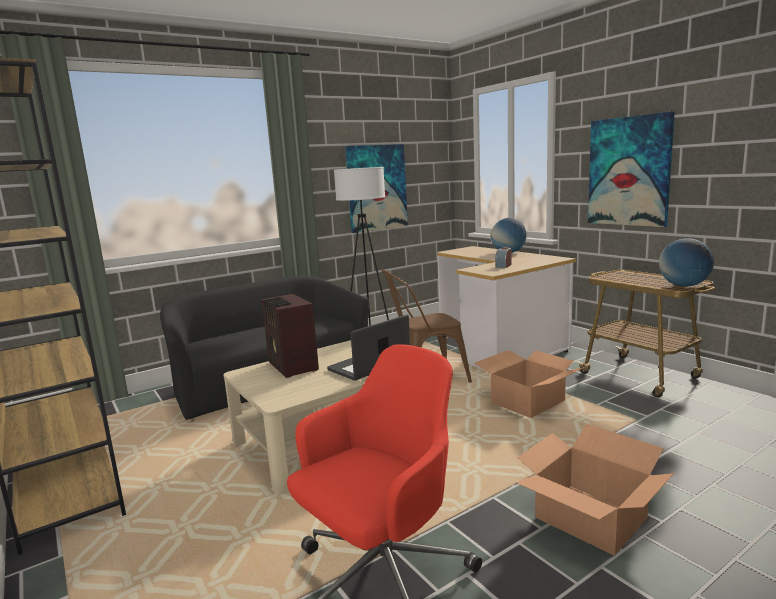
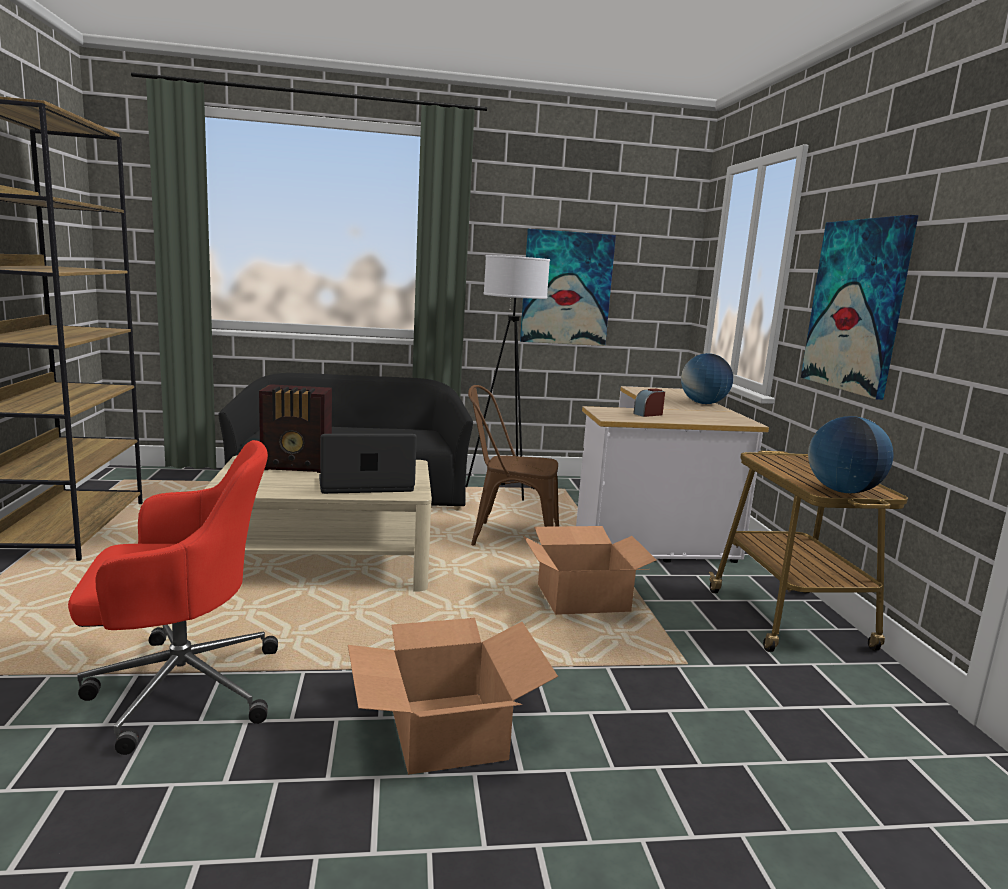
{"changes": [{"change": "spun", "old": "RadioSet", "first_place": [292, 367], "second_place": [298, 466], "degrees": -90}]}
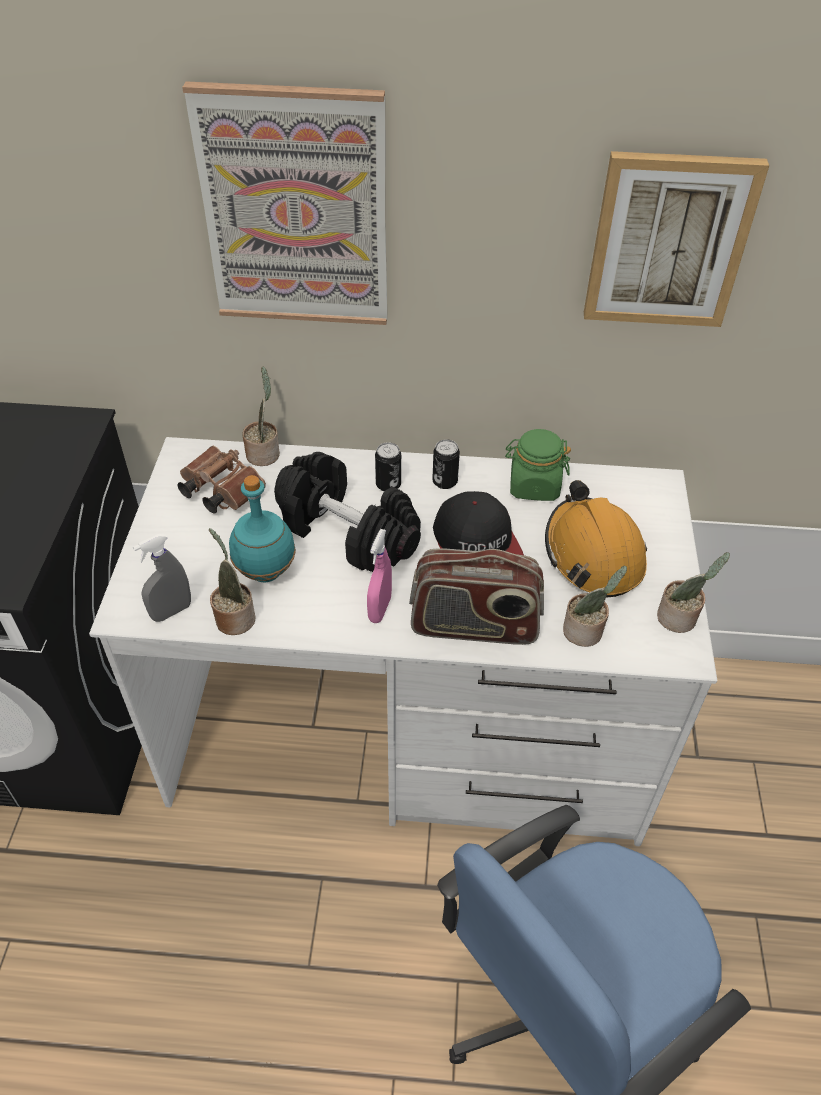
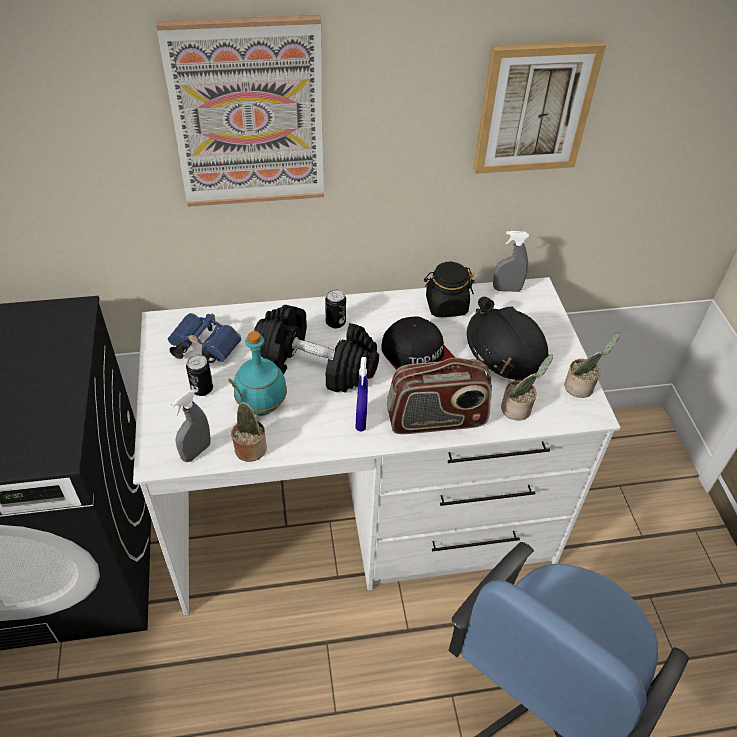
{"changes": [{"change": "missing", "old": "PlantInAPot", "first_place": [264, 453]}, {"change": "colour", "old": "GreenColouredStorageJar", "new": "BlackishStorageJar", "first_place": [534, 486], "second_place": [446, 306]}, {"change": "relocated", "old": "MetalCan", "first_place": [445, 481], "second_place": [202, 389]}, {"change": "colour", "old": "BrownPairOfBinoculars", "new": "BlueColouredPairOfBinoculars", "first_place": [219, 491], "second_place": [202, 348]}, {"change": "colour", "old": "OrangeColouredWorkHelmet", "new": "BlackishWorkHelmet", "first_place": [593, 553], "second_place": [505, 350]}, {"change": "colour", "old": "PinkSprayer", "new": "BlueColouredSprayer", "first_place": [380, 609], "second_place": [361, 420]}, {"change": "appeared", "new": "GreyishSprayer", "second_place": [506, 289]}]}
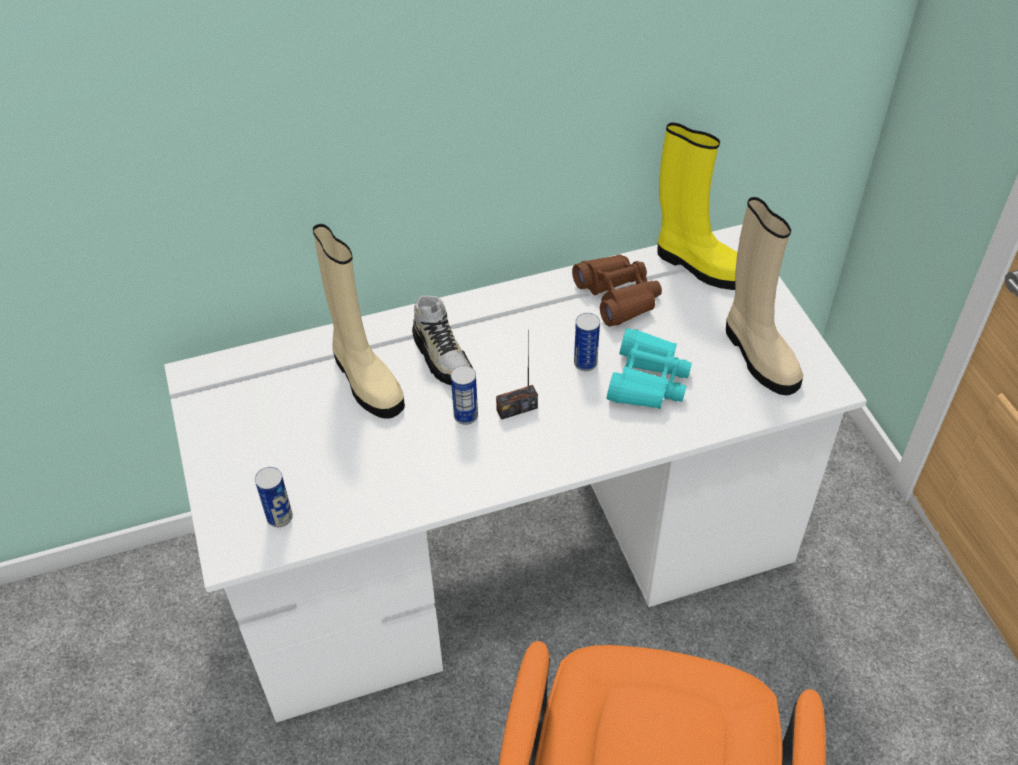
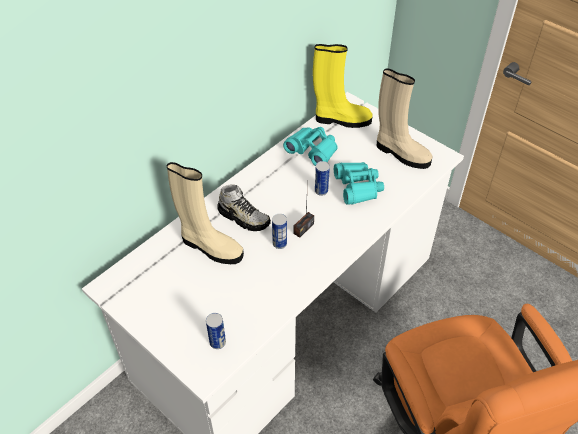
{"changes": [{"change": "colour", "old": "BrownPairOfBinoculars", "new": "TurquoisePairOfBinoculars", "first_place": [618, 296], "second_place": [312, 150]}]}
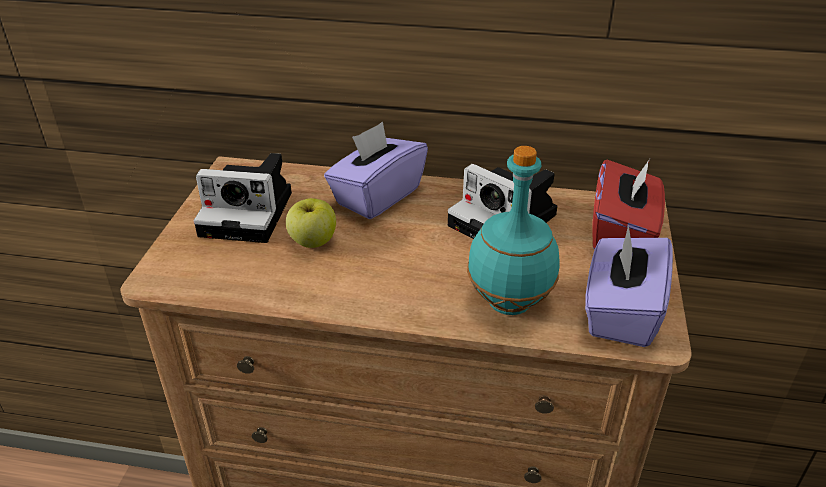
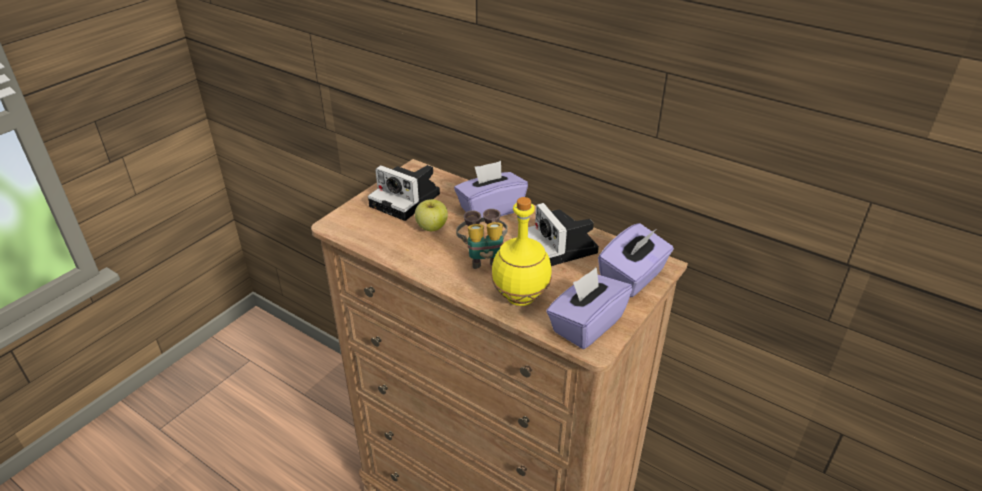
{"changes": [{"change": "colour", "old": "TurquoiseDrinkBottle", "new": "YellowDrinkBottle", "first_place": [509, 304], "second_place": [520, 298]}, {"change": "colour", "old": "RedColouredTissueBox", "new": "PurpleTissueBox", "first_place": [622, 233], "second_place": [633, 277]}, {"change": "appeared", "new": "PairOfBinoculars", "second_place": [483, 257]}]}
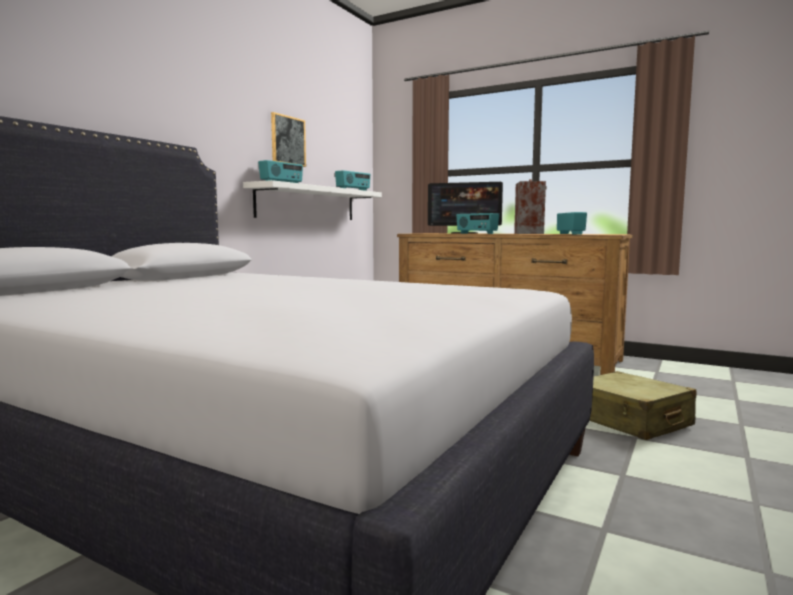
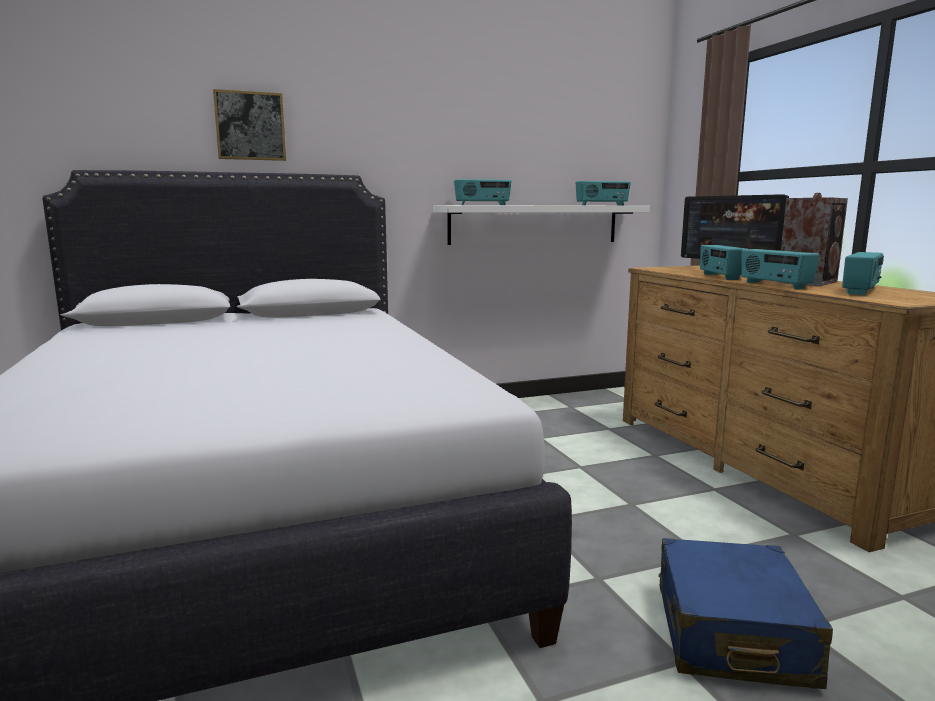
{"changes": [{"change": "relocated", "old": "Picture", "first_place": [288, 140], "second_place": [250, 126]}, {"change": "colour", "old": "BeigePieceOfLuggage", "new": "BlueColouredPieceOfLuggage", "first_place": [630, 421], "second_place": [731, 634]}, {"change": "appeared", "new": "RadioSet", "second_place": [774, 285]}]}
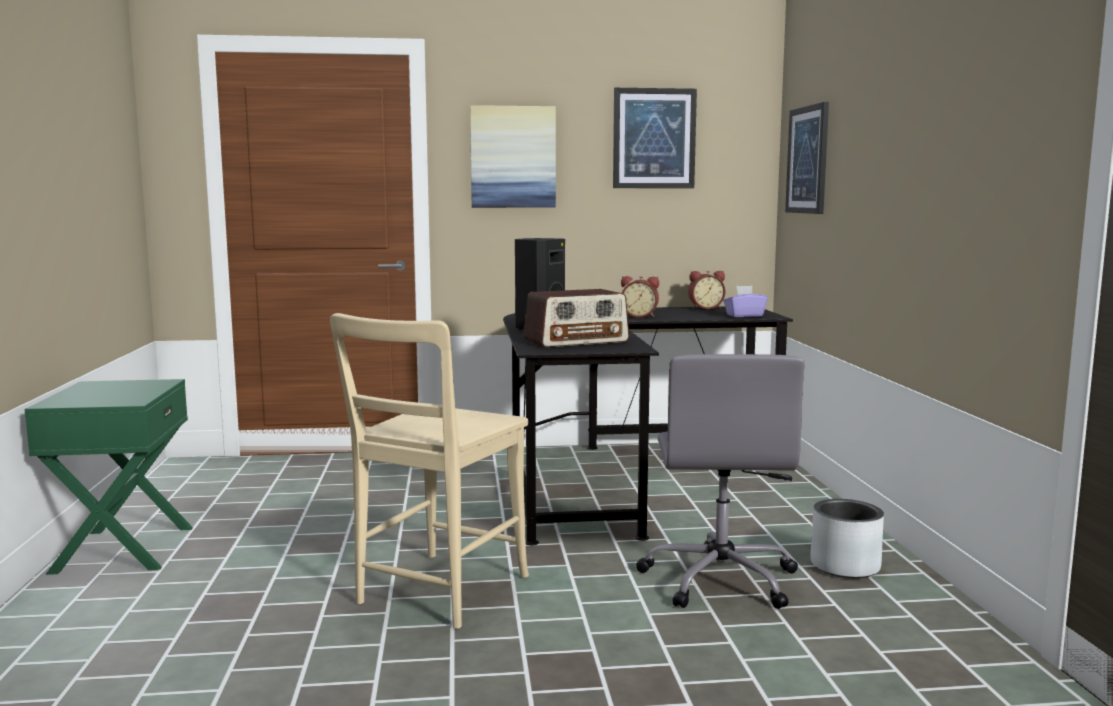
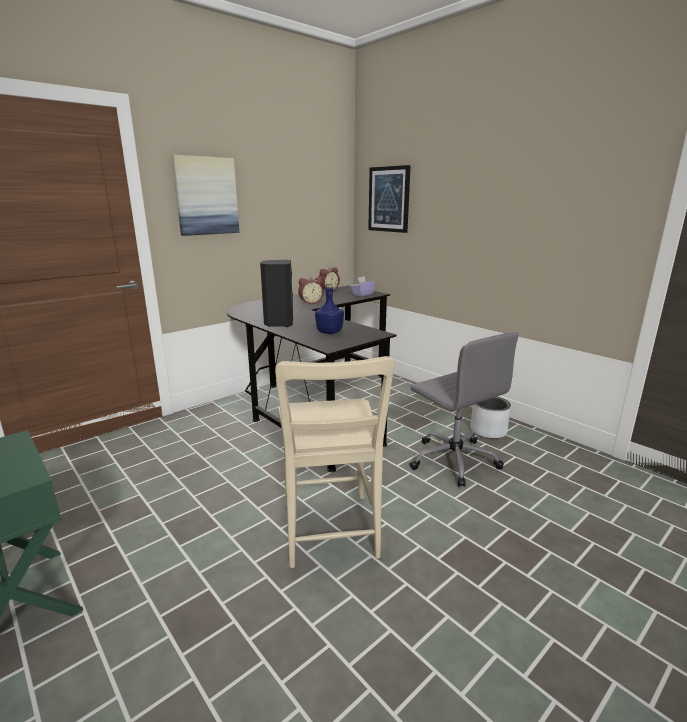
{"changes": [{"change": "missing", "old": "Picture", "first_place": [654, 138]}, {"change": "exchanged", "old": "RadioSet", "new": "BlueColouredDrinkBottle", "first_place": [576, 340], "second_place": [329, 332]}]}
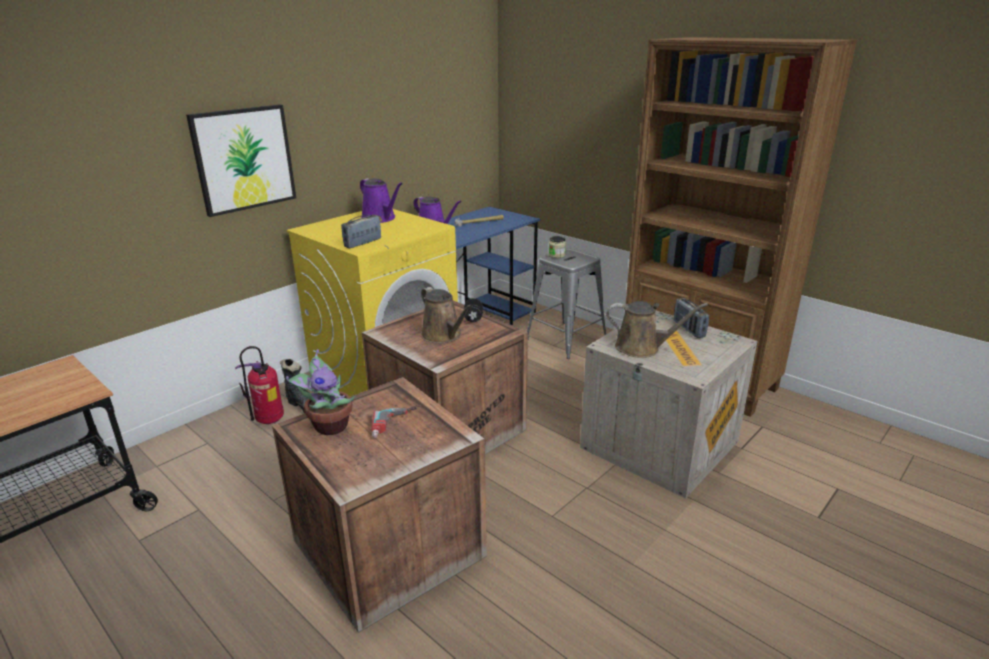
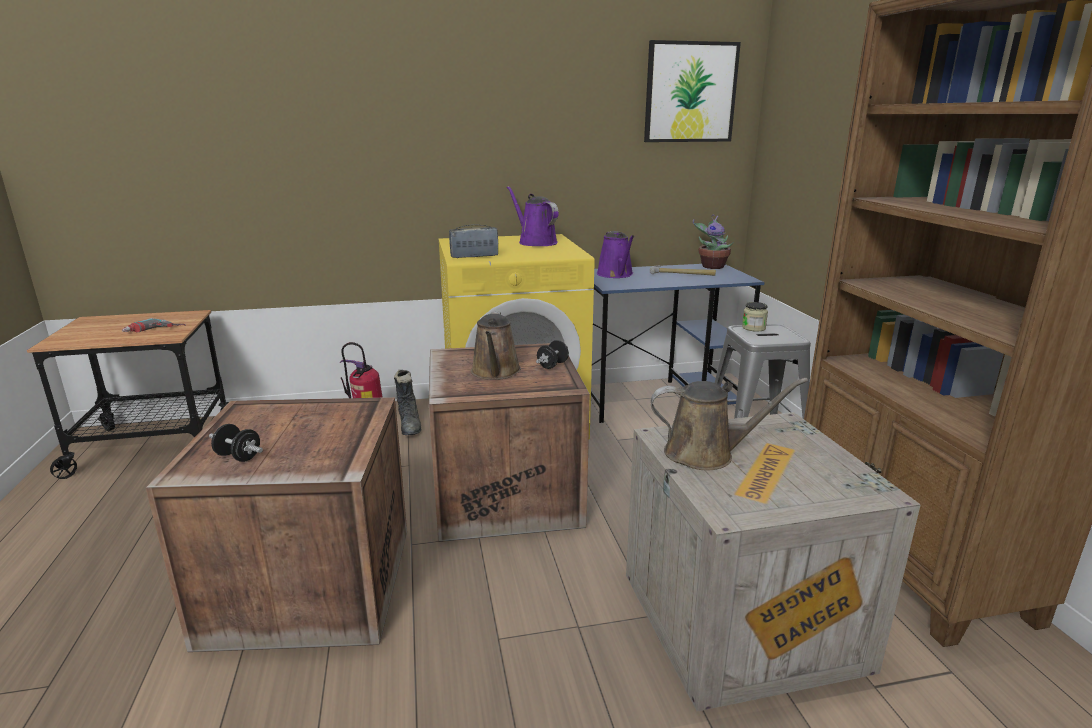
{"changes": [{"change": "relocated", "old": "Picture", "first_place": [244, 159], "second_place": [690, 92]}, {"change": "spun", "old": "PurpleWateringCan", "first_place": [380, 219], "second_place": [535, 242], "degrees": 150}, {"change": "missing", "old": "RadioSet", "first_place": [689, 329]}, {"change": "spun", "old": "BrownWateringCan", "first_place": [642, 348], "second_place": [706, 454], "degrees": -45}, {"change": "relocated", "old": "PlantInAPot", "first_place": [329, 426], "second_place": [711, 266]}, {"change": "relocated", "old": "PowerDrill", "first_place": [396, 424], "second_place": [154, 331]}, {"change": "appeared", "new": "BlackishFreeWeight", "second_place": [238, 457]}]}
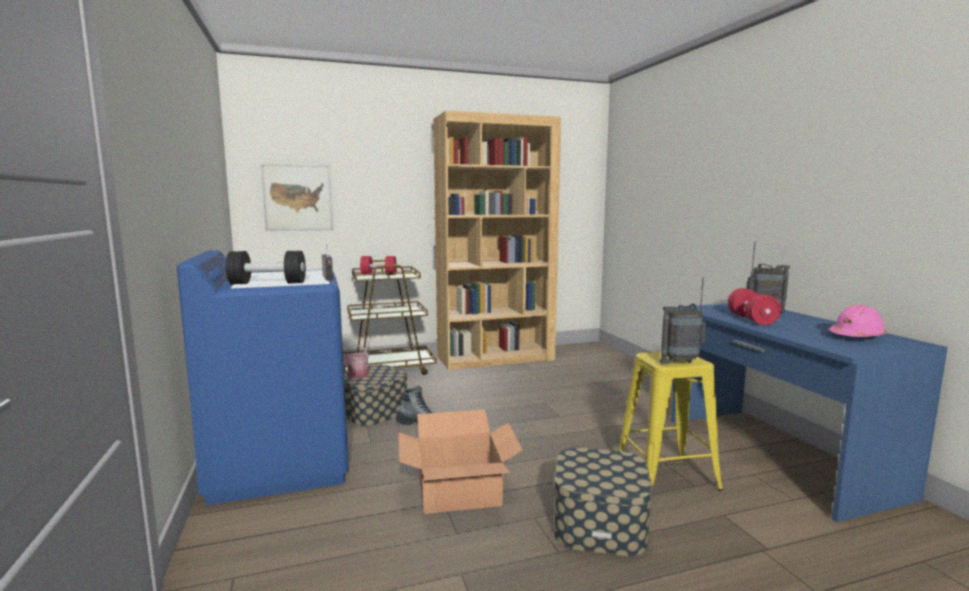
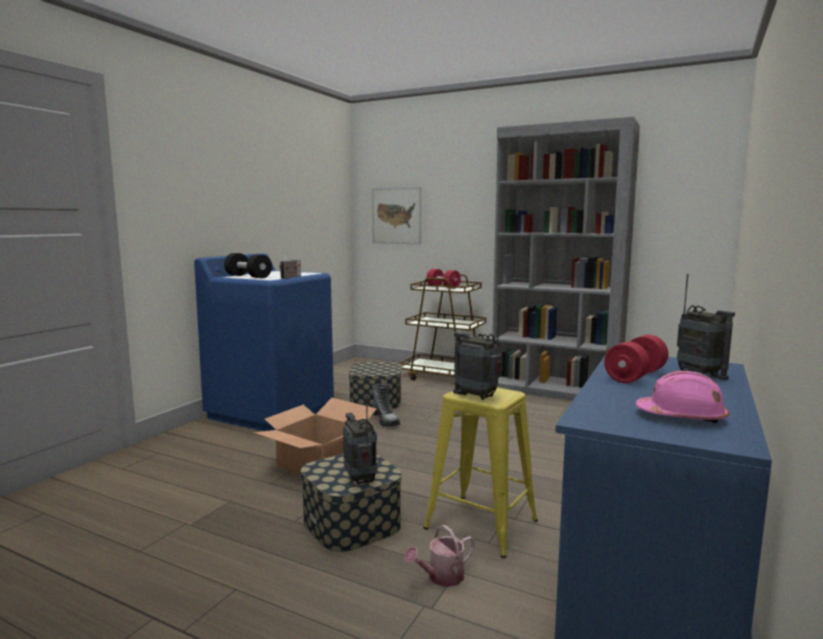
{"changes": [{"change": "colour", "old": "BrownBookshelf", "new": "GreyishBookshelf", "first_place": [496, 358], "second_place": [556, 390]}, {"change": "relocated", "old": "WateringCan", "first_place": [356, 376], "second_place": [441, 577]}, {"change": "appeared", "new": "RadioSet", "second_place": [360, 479]}]}
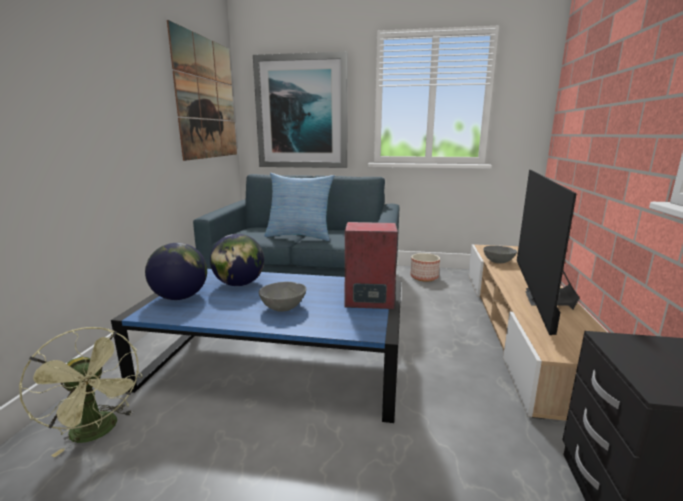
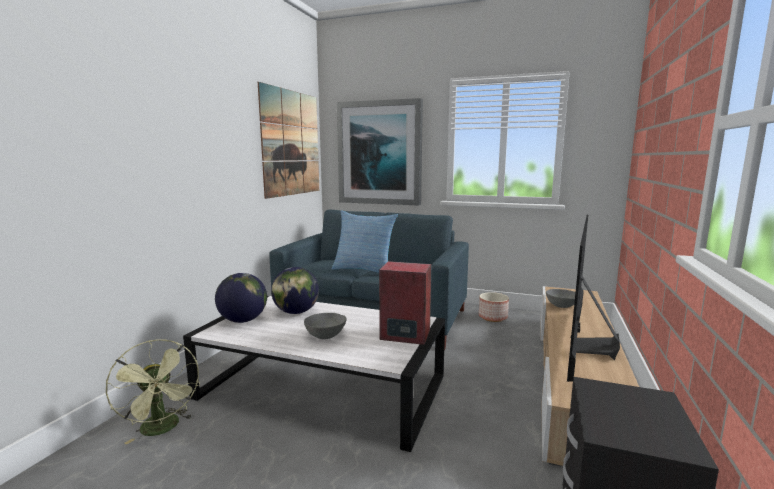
{"changes": [{"change": "colour", "old": "BlueColouredLowTable", "new": "WhiteColouredLowTable", "first_place": [278, 362], "second_place": [323, 386]}]}
